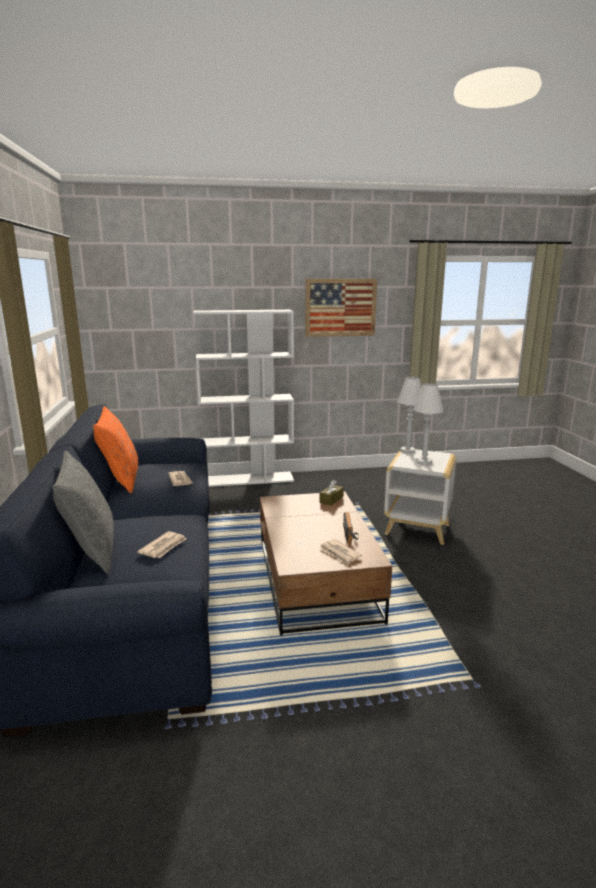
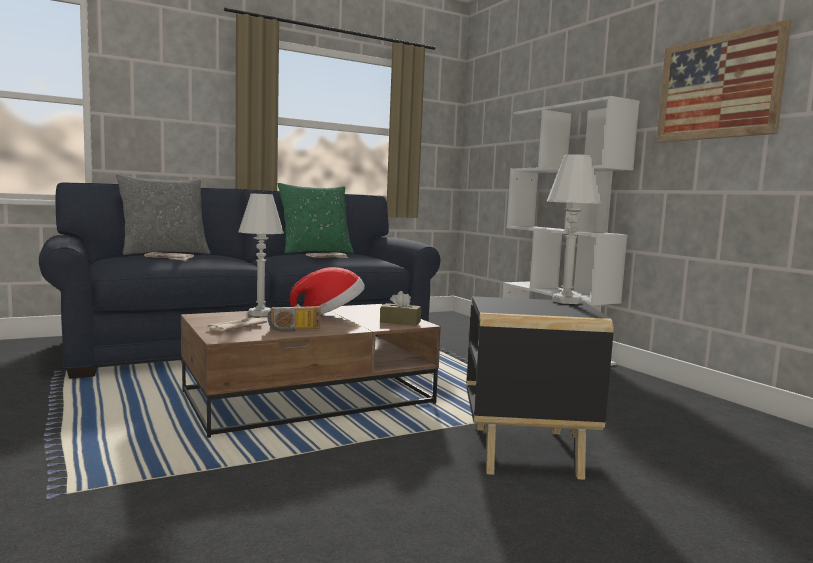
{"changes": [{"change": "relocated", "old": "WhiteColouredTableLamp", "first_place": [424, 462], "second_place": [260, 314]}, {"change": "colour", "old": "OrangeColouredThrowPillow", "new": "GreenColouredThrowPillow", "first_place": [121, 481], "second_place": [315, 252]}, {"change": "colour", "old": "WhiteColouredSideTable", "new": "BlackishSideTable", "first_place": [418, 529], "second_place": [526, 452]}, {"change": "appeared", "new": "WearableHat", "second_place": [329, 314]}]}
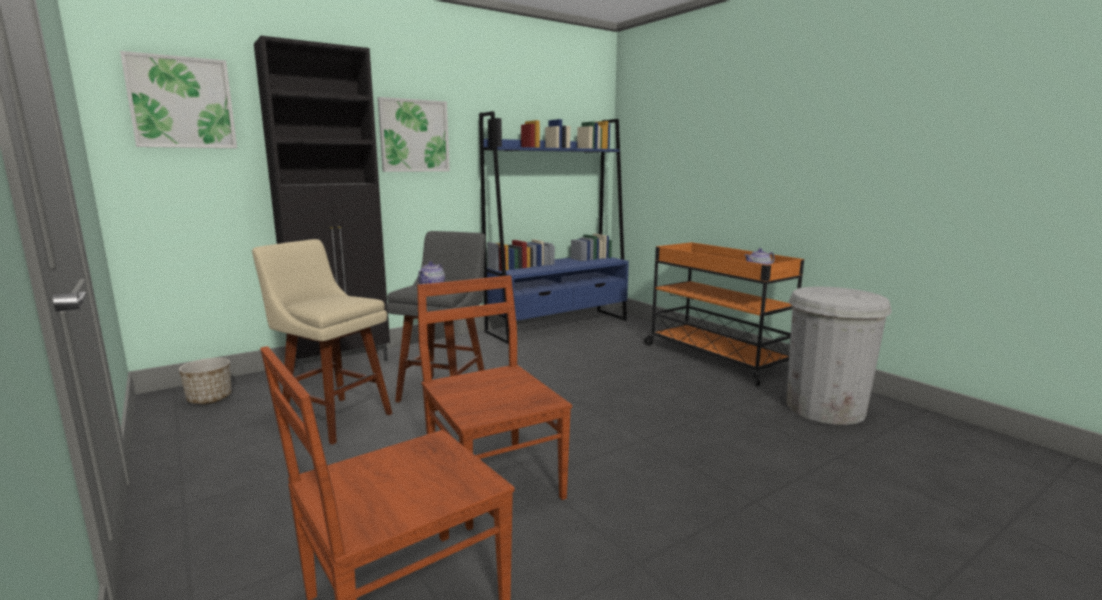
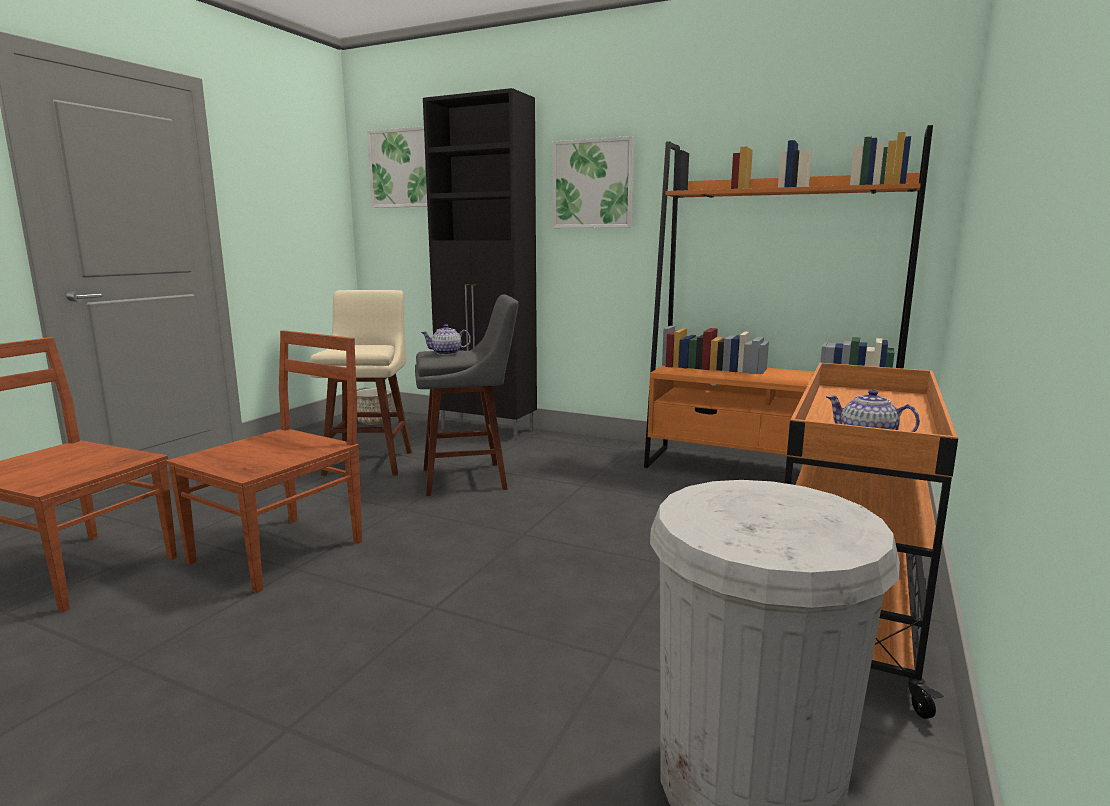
{"changes": [{"change": "colour", "old": "BlueColouredBookshelf", "new": "OrangeColouredBookshelf", "first_place": [558, 325], "second_place": [763, 473]}]}
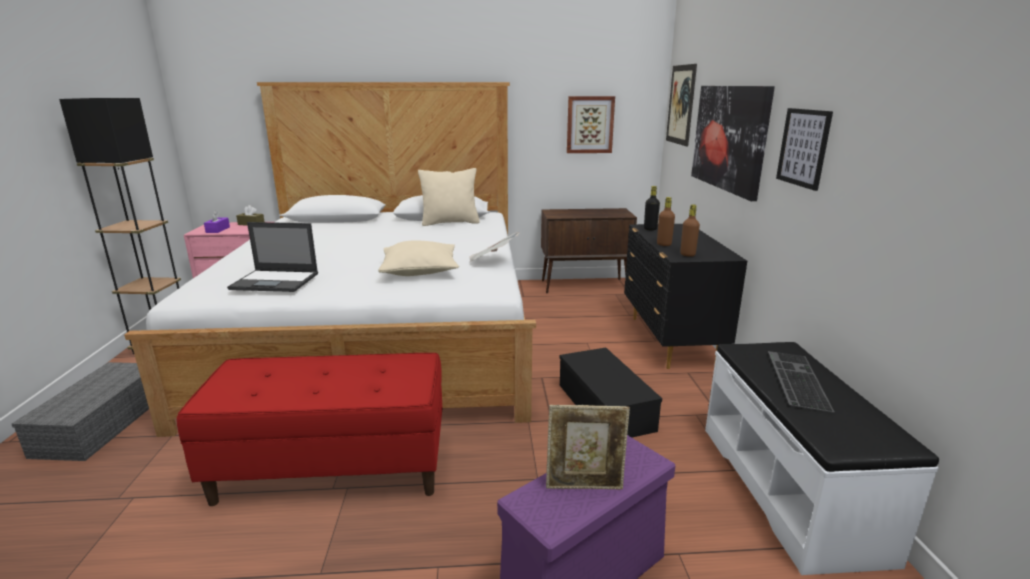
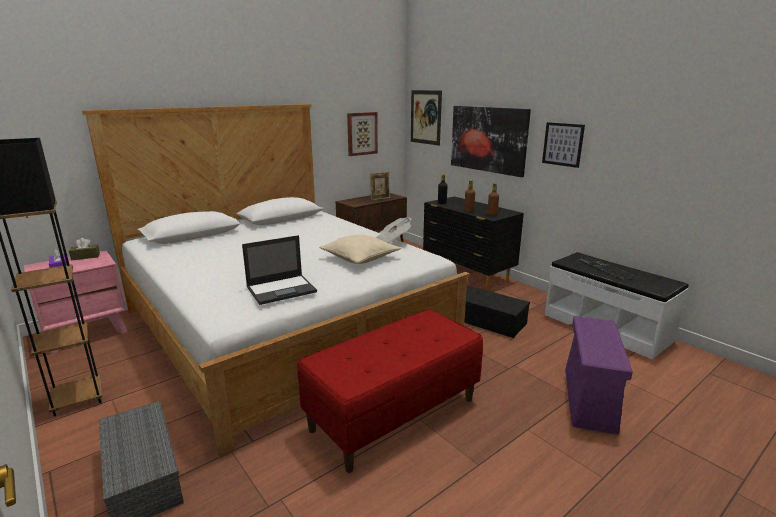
{"changes": [{"change": "missing", "old": "BeigeThrowPillow", "first_place": [450, 222]}, {"change": "relocated", "old": "StandingFrame", "first_place": [584, 486], "second_place": [380, 199]}]}
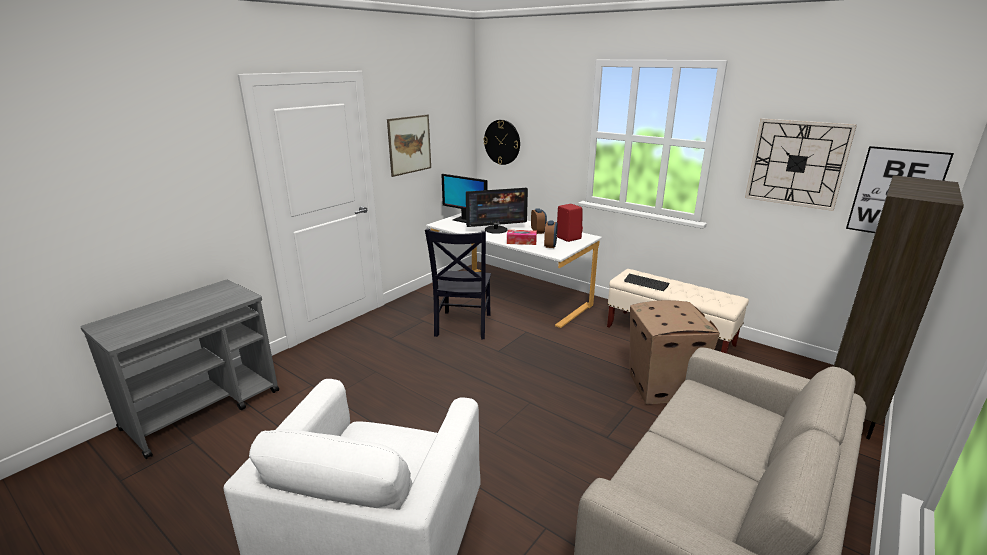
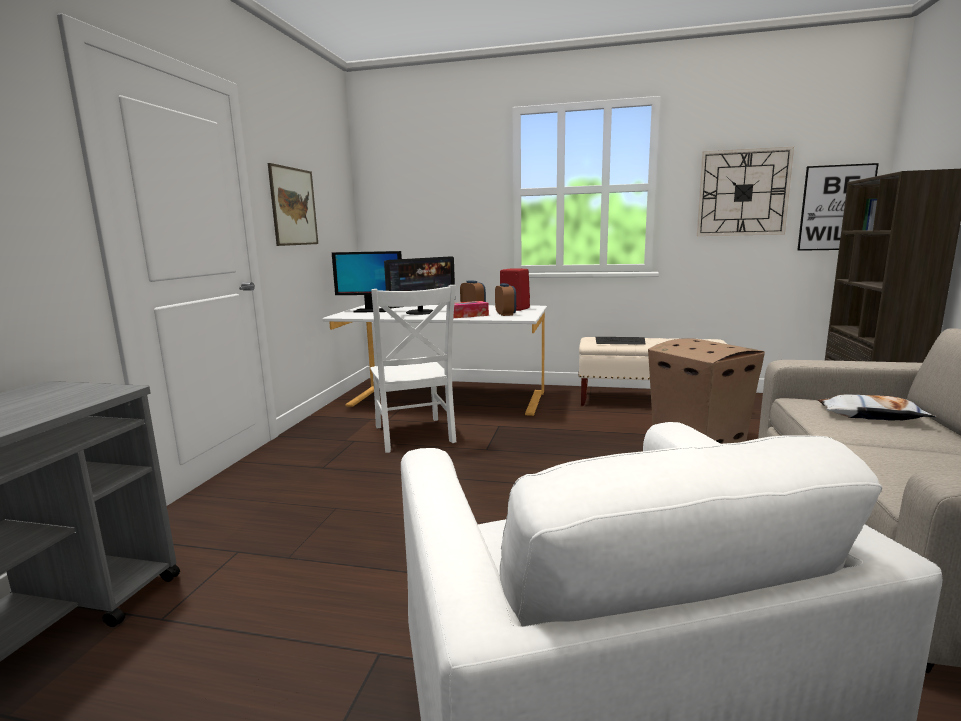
{"changes": [{"change": "missing", "old": "HangingClock", "first_place": [502, 142]}, {"change": "colour", "old": "BlackishUprightChair", "new": "WhiteColouredUprightChair", "first_place": [462, 326], "second_place": [414, 436]}, {"change": "appeared", "new": "ThrowPillow", "second_place": [870, 416]}]}
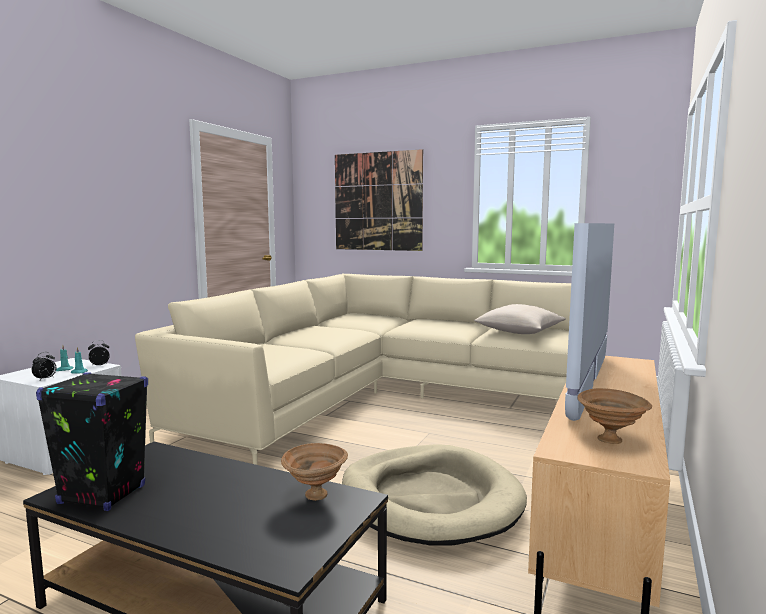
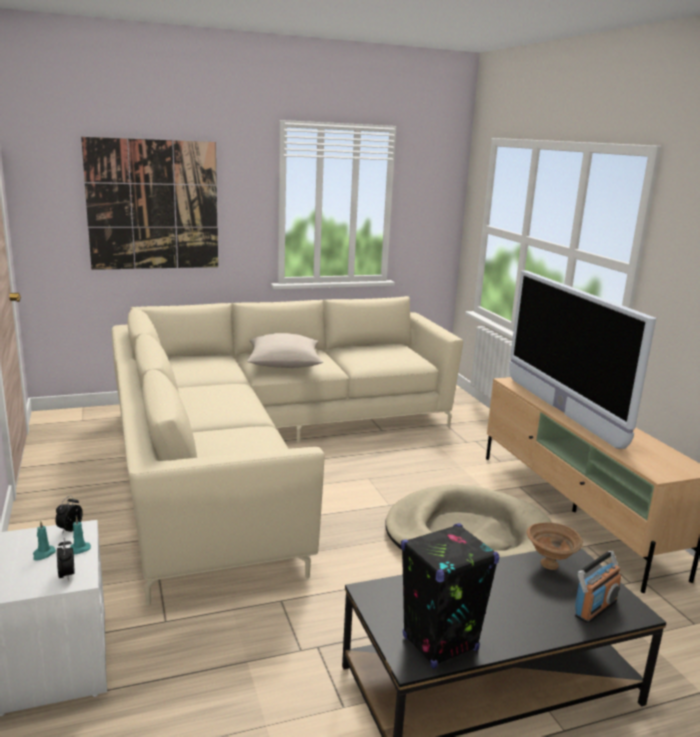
{"changes": [{"change": "relocated", "old": "BeigeThrowPillow", "first_place": [519, 332], "second_place": [284, 364]}, {"change": "missing", "old": "BrownServingBowl", "first_place": [611, 440]}, {"change": "appeared", "new": "RadioSet", "second_place": [595, 608]}]}
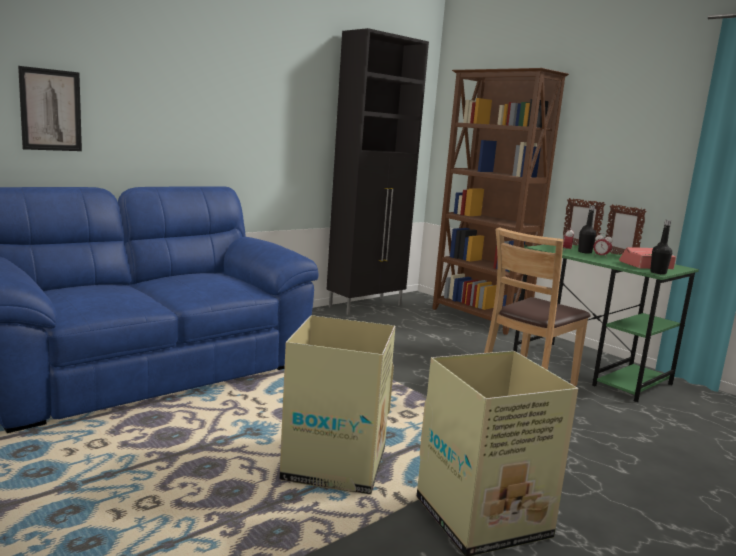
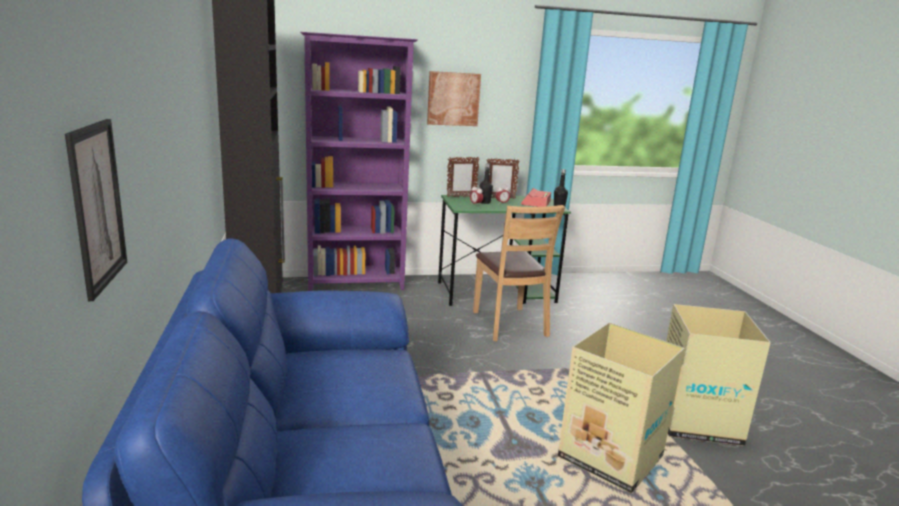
{"changes": [{"change": "colour", "old": "BrownBookshelf", "new": "PurpleBookshelf", "first_place": [479, 318], "second_place": [356, 284]}, {"change": "appeared", "new": "Picture", "second_place": [453, 99]}]}
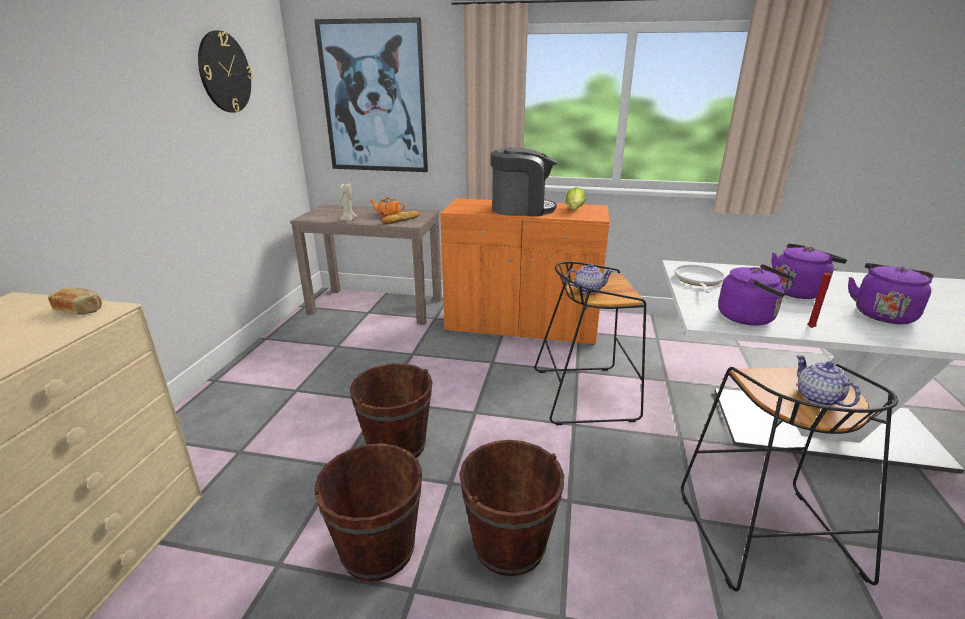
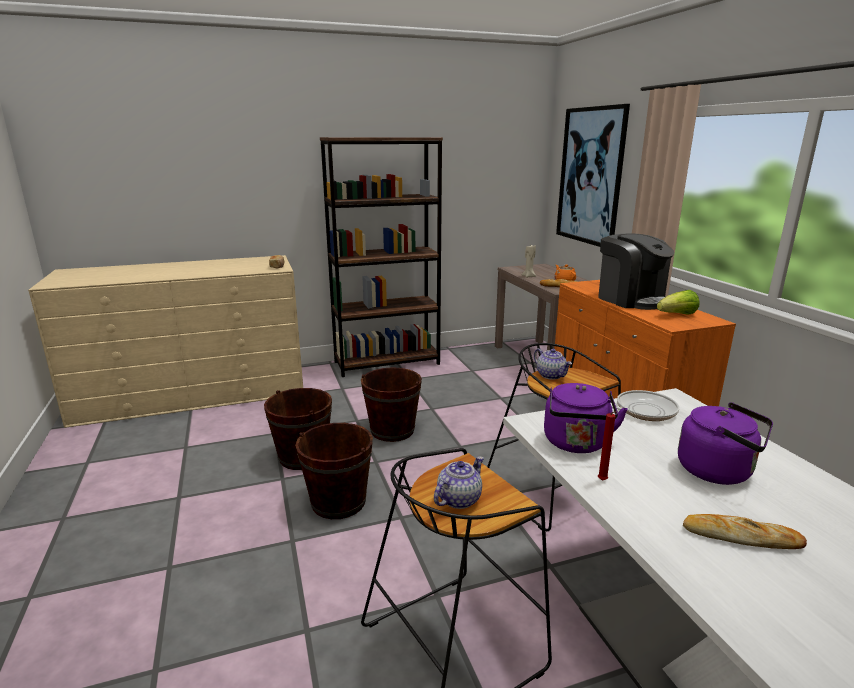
{"changes": [{"change": "missing", "old": "HangingClock", "first_place": [224, 72]}, {"change": "exchanged", "old": "PurpleWaterKettle", "new": "BakedBread", "first_place": [882, 314], "second_place": [740, 537]}, {"change": "appeared", "new": "BrownBookshelf", "second_place": [387, 363]}]}
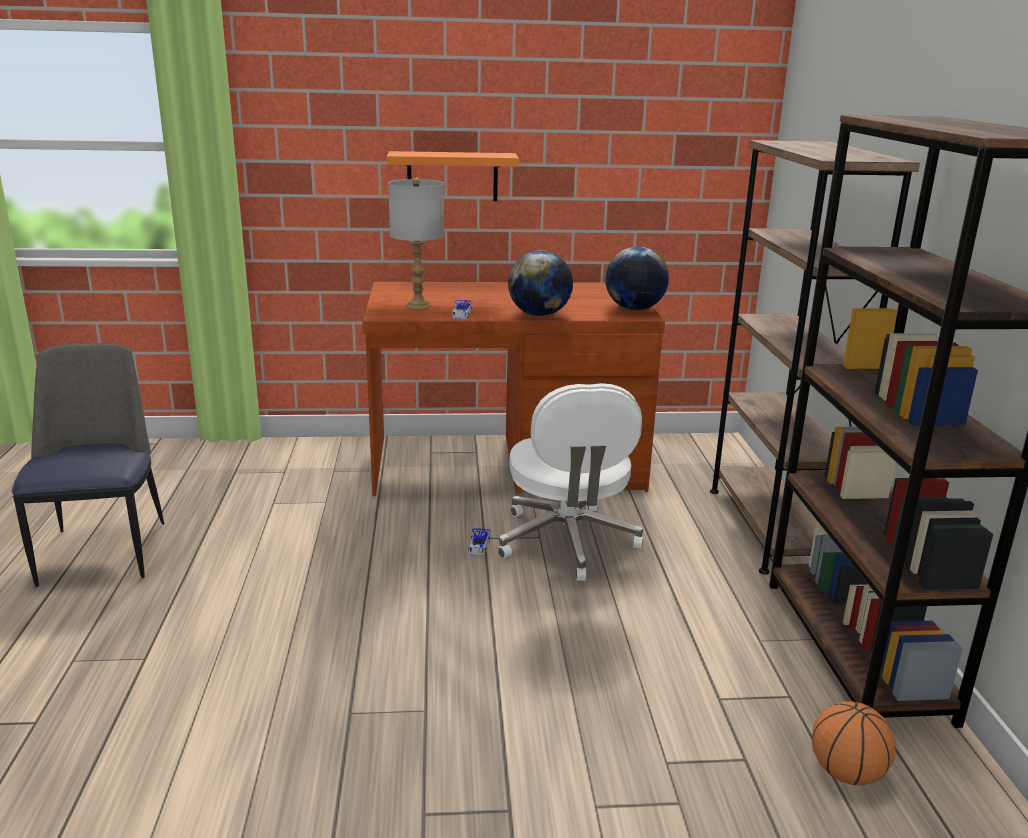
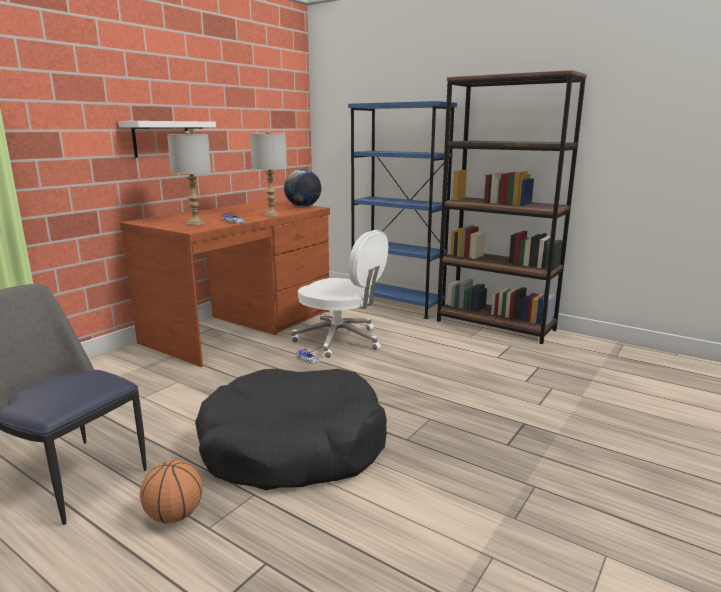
{"changes": [{"change": "colour", "old": "BrownBookshelf", "new": "BlueColouredBookshelf", "first_place": [769, 527], "second_place": [397, 305]}, {"change": "colour", "old": "OrangeColouredShelf", "new": "WhiteColouredShelf", "first_place": [452, 176], "second_place": [161, 138]}, {"change": "exchanged", "old": "Globe", "new": "GreyishTableLamp", "first_place": [539, 315], "second_place": [272, 215]}, {"change": "relocated", "old": "BasketballBall", "first_place": [846, 773], "second_place": [174, 515]}, {"change": "appeared", "new": "BlackishPetBed", "second_place": [293, 447]}]}
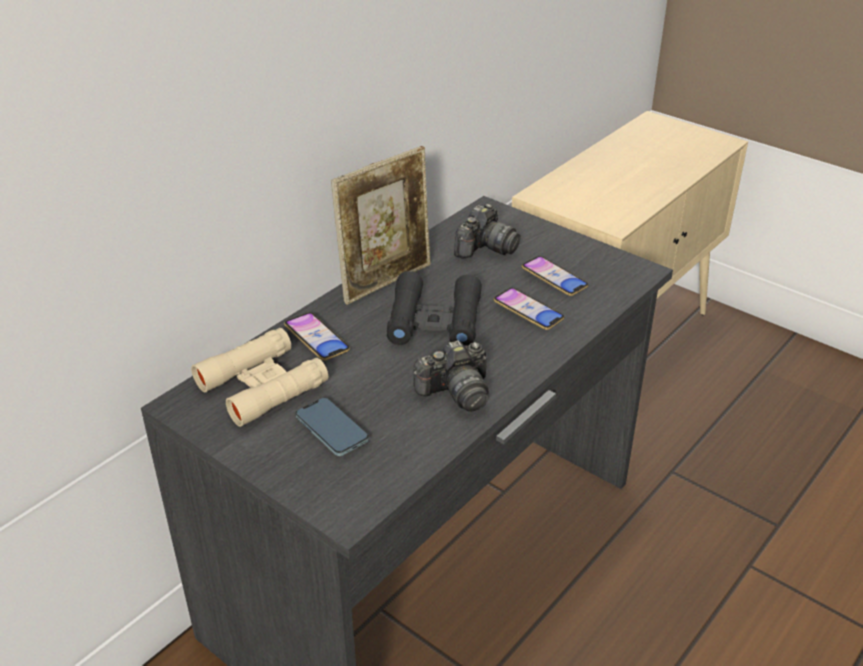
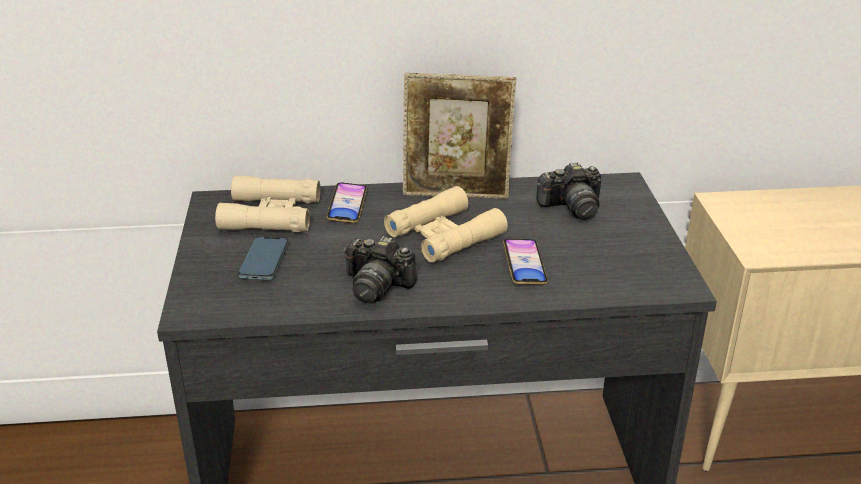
{"changes": [{"change": "missing", "old": "Phone", "first_place": [554, 280]}, {"change": "colour", "old": "BlackishPairOfBinoculars", "new": "BeigePairOfBinoculars", "first_place": [434, 320], "second_place": [444, 235]}]}
